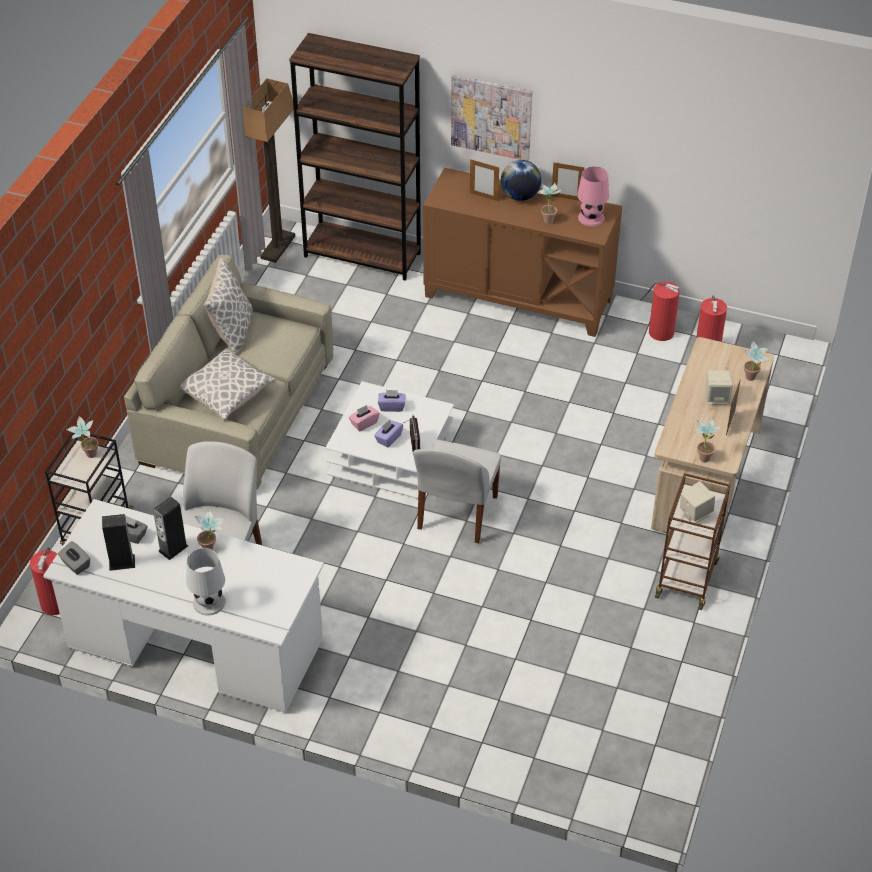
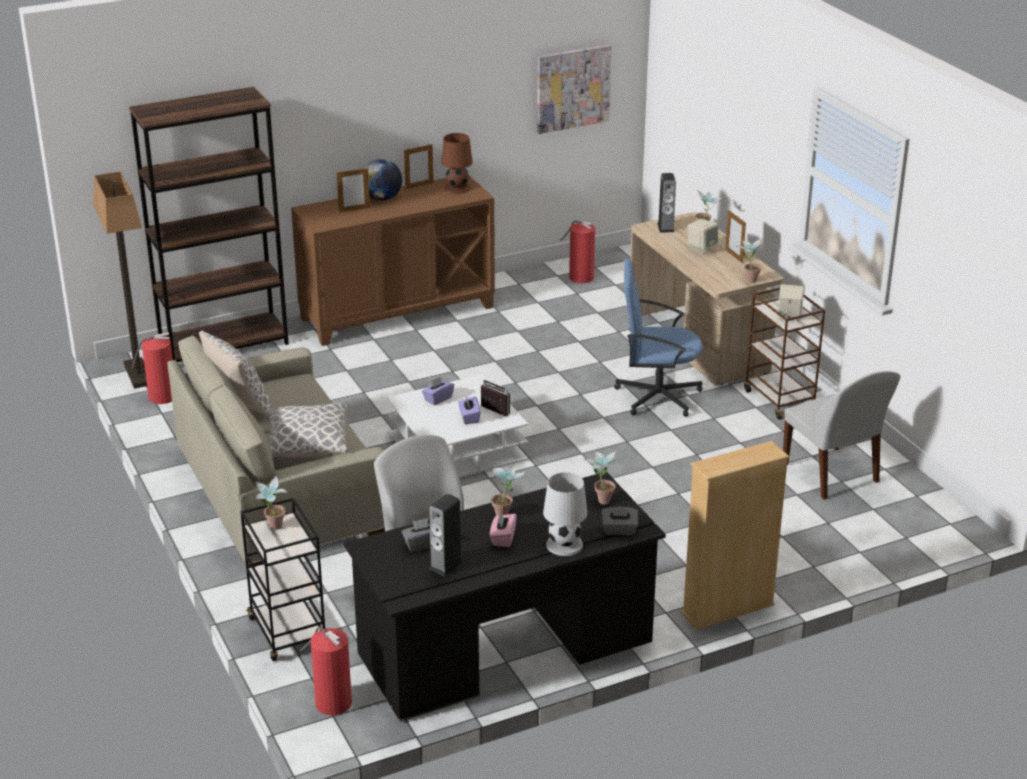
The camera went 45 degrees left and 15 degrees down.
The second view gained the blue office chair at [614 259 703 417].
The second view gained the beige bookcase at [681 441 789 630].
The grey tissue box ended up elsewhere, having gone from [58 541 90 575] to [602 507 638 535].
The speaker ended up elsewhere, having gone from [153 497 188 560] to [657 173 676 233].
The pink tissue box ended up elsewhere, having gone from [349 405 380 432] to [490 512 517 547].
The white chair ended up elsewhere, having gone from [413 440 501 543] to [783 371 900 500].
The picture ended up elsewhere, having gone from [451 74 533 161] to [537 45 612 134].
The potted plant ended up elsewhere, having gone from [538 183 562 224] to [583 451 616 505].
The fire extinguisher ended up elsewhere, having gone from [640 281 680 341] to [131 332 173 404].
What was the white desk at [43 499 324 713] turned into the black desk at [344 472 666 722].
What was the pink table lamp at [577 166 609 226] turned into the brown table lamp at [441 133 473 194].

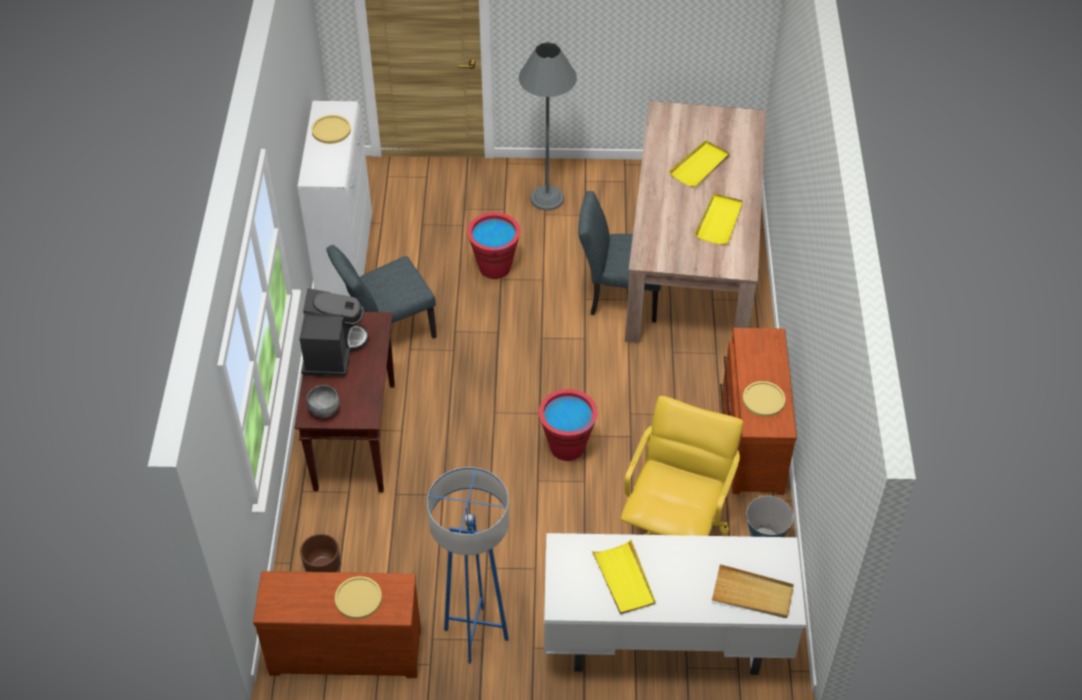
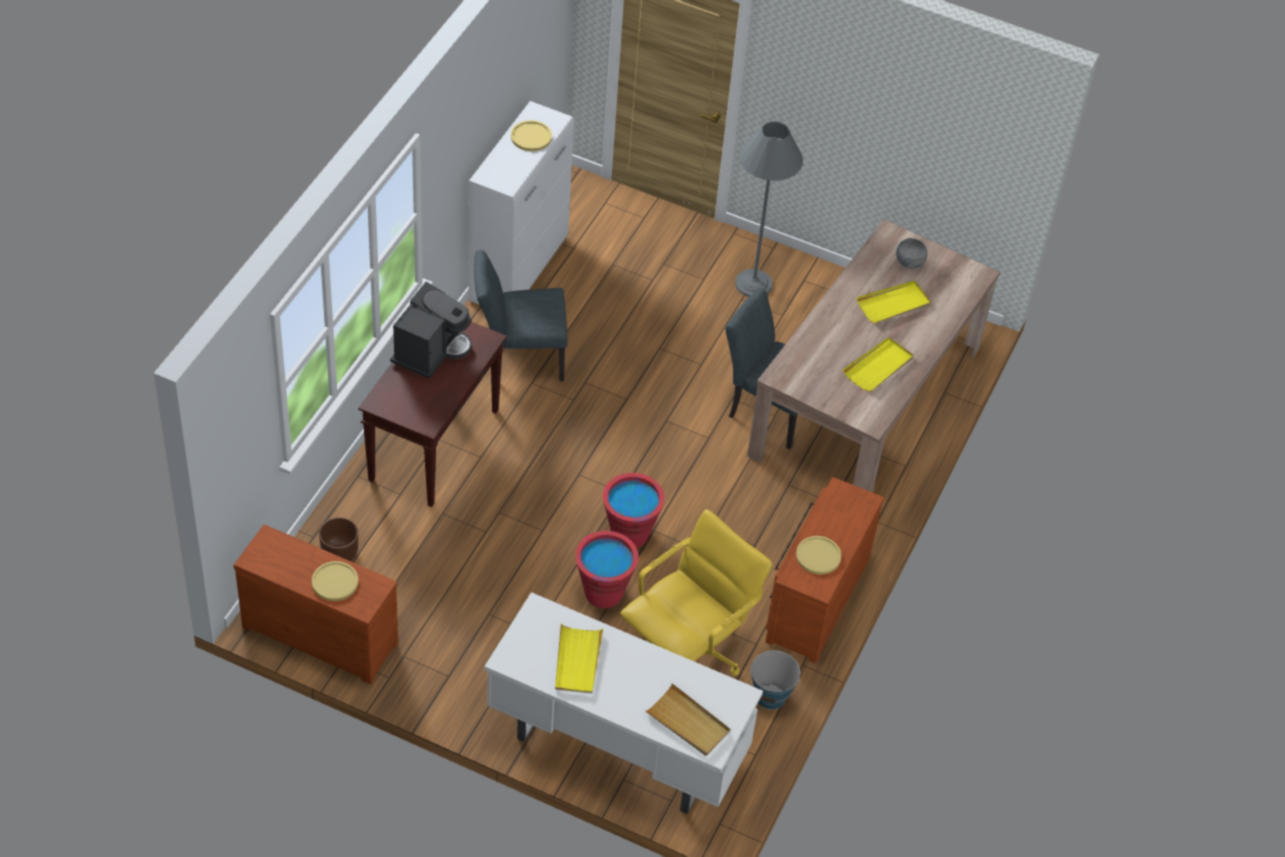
The camera went 20 degrees right and 0 degrees up.
The second view lost the blue floor lamp at [427 467 509 664].
The grey bowl ended up elsewhere, having gone from [306 385 340 418] to [896 238 927 269].
The red bucket ended up elsewhere, having gone from [467 212 520 279] to [575 531 639 608].

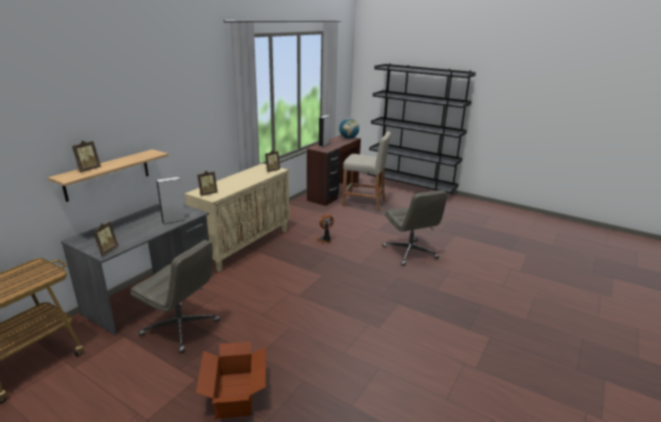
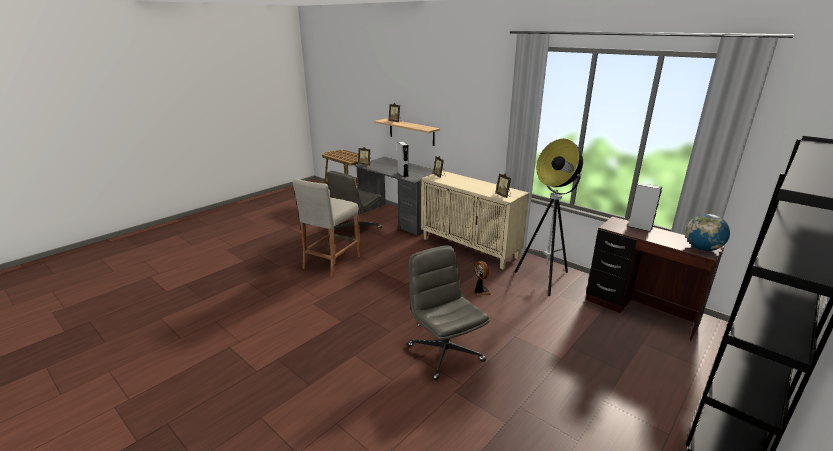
The camera went 100 degrees right and 0 degrees up.
The second view lost the cardboard box at [196 342 266 419].
The second view gained the floor lamp at [515 139 583 296].
The beige stool ended up elsewhere, having gone from [342 131 391 211] to [292 178 361 277].
The grey office chair at [382 190 447 266] ended up facing another way, 75 degrees clockwise from before.

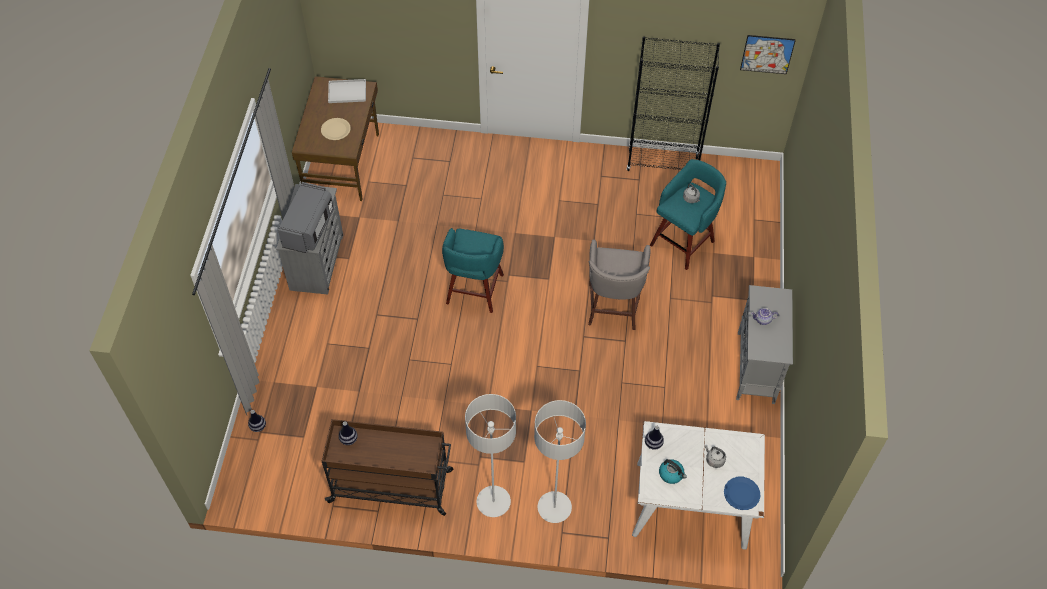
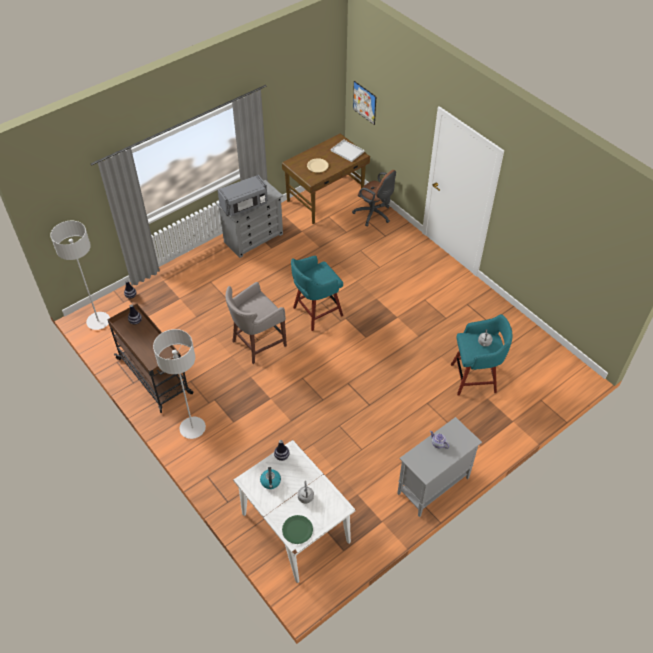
The camera went 45 degrees right and 5 degrees down.
The second view lost the black bookcase at [627 37 720 171].
The second view gained the brown office chair at [352 170 396 226].
The grey floor lamp ended up elsewhere, having gone from [534 400 586 523] to [50 221 110 330].
The grey stool ended up elsewhere, having gone from [588 239 651 330] to [225 282 287 364].
The picture ended up elsewhere, having gone from [740 35 796 74] to [353 81 376 125].
What was the blue plate at [724 477 761 510] turned into the green plate at [282 515 313 544].

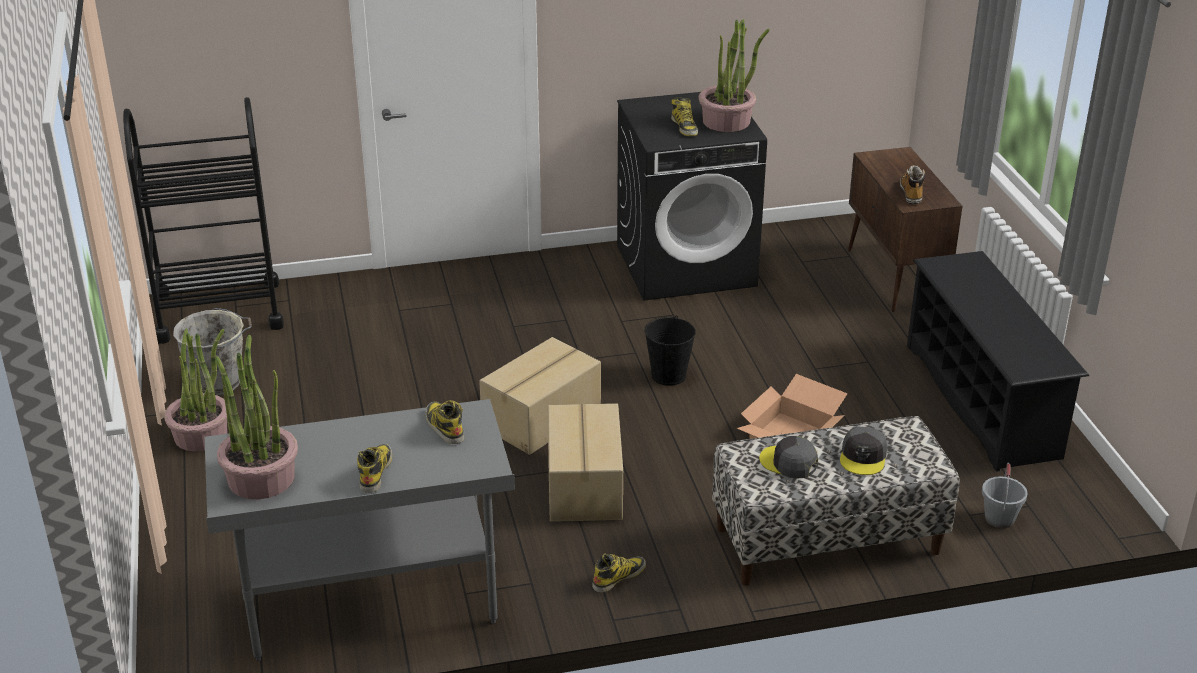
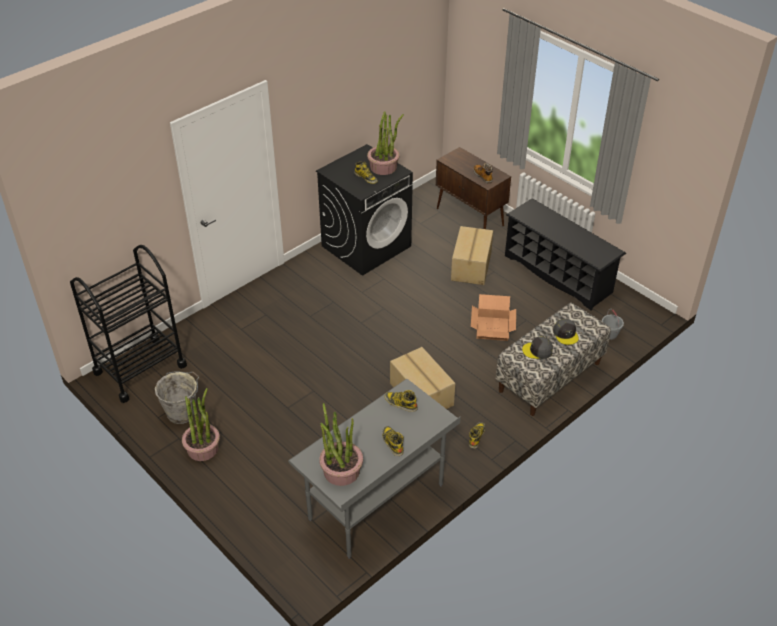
The camera went 30 degrees left and 10 degrees up.
The second view lost the black bucket at [644 315 696 386].
The cardboard box ended up elsewhere, having gone from [479 337 601 455] to [451 226 493 285].

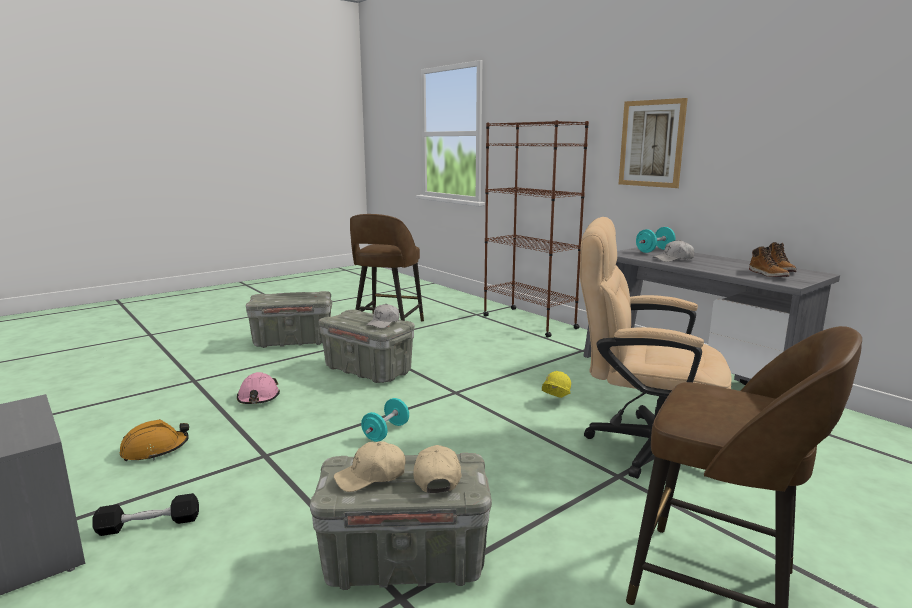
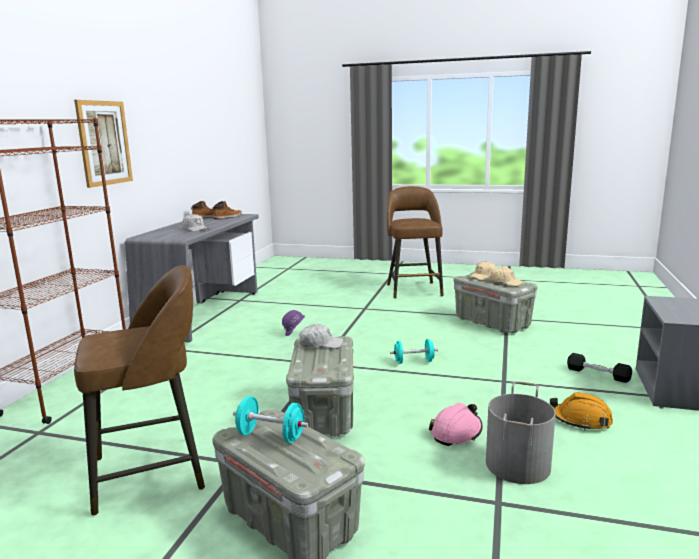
The camera went 125 degrees left and 0 degrees up.
The second view lost the beige office chair at [580 217 732 479].
The second view gained the grey bucket at [486 381 556 484].
The turquoise dumbbell ended up elsewhere, having gone from [636 227 675 253] to [233 396 308 443].
What was the yellow hard hat at [542 371 571 398] turned into the purple hard hat at [282 310 305 336].

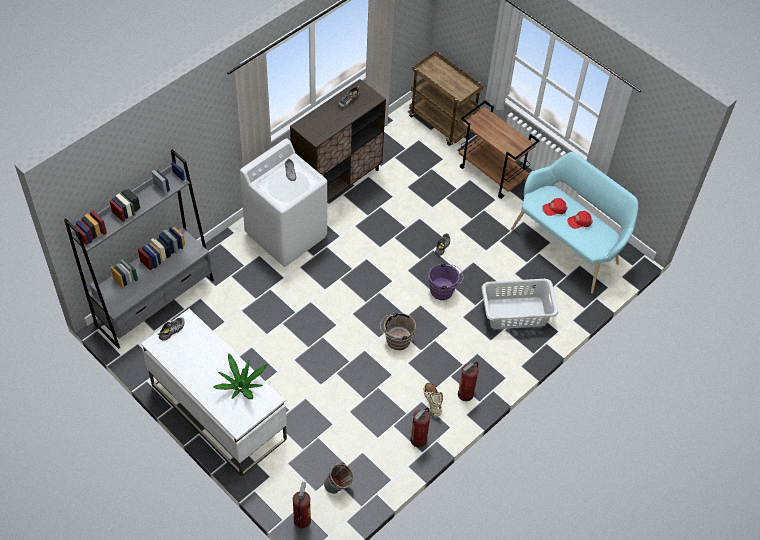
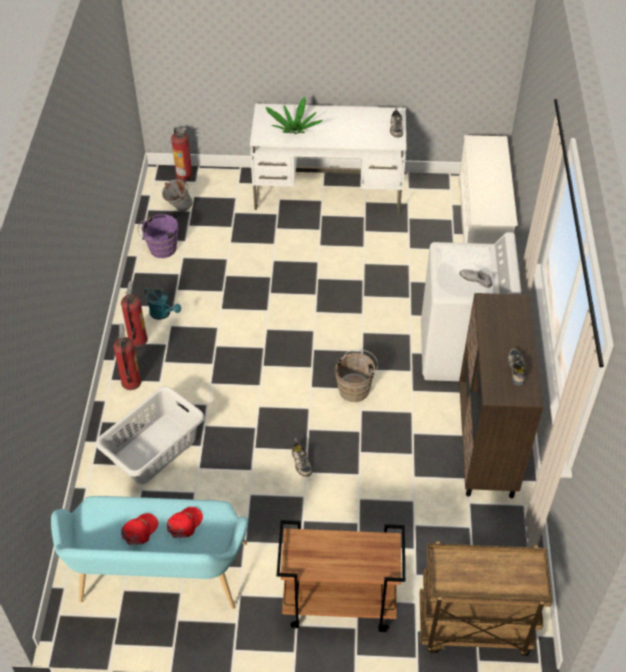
The camera went 140 degrees right and 5 degrees down.
The brown bucket ended up elsewhere, having gone from [380 312 416 350] to [335 349 378 402].
The fire extinguisher ended up elsewhere, having gone from [410 407 430 447] to [113 324 141 390].
The purple bucket ended up elsewhere, having gone from [428 262 463 300] to [138 214 178 258].
Where the grey bookcase stood at [64 149 214 349], the white shoe rack came to stand at [458 135 518 244].
Where the beige boot stood at [424 383 443 417], the turquoise watering can came to stand at [144 287 181 320].

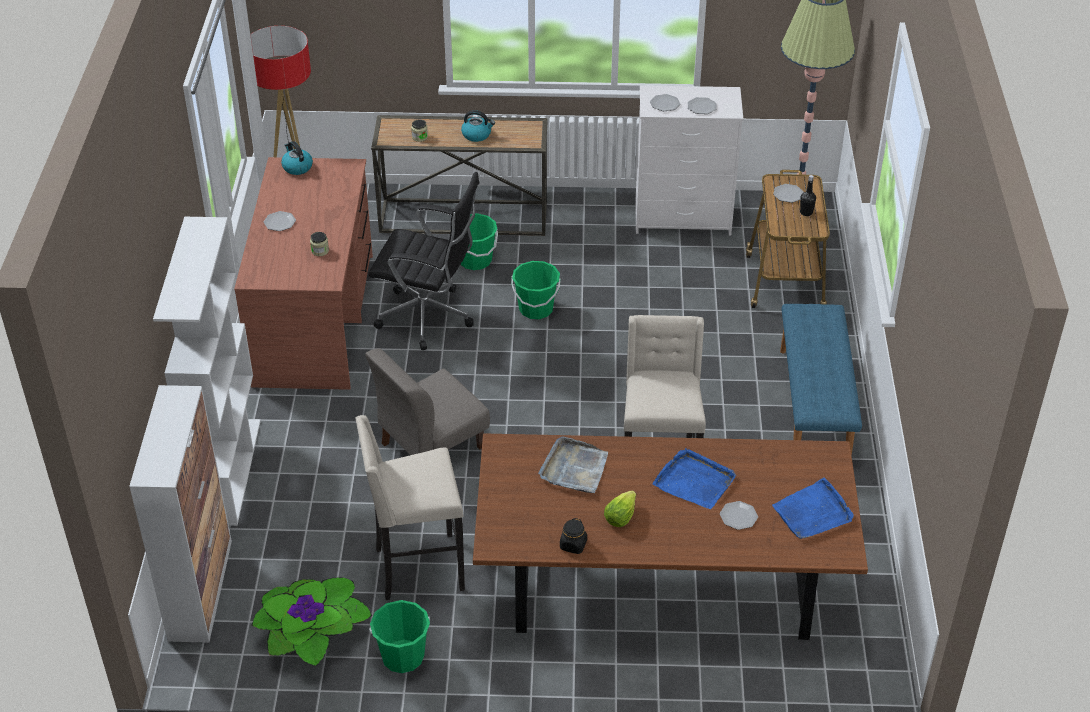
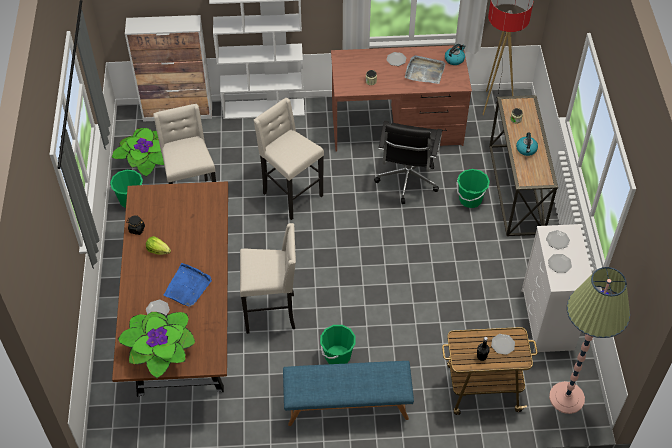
The camera went 85 degrees right and 10 degrees up.
The green bucket ended up elsewhere, having gone from [511 261 561 319] to [320 325 356 364].
The grey tray ended up elsewhere, having gone from [538 436 608 493] to [405 55 446 84].
Where the grey chair stood at [365 348 490 455], the beige stool came to stand at [254 98 324 220].
Where the blue tray stood at [772 478 854 539], the potted plant came to stand at [118 312 195 379].

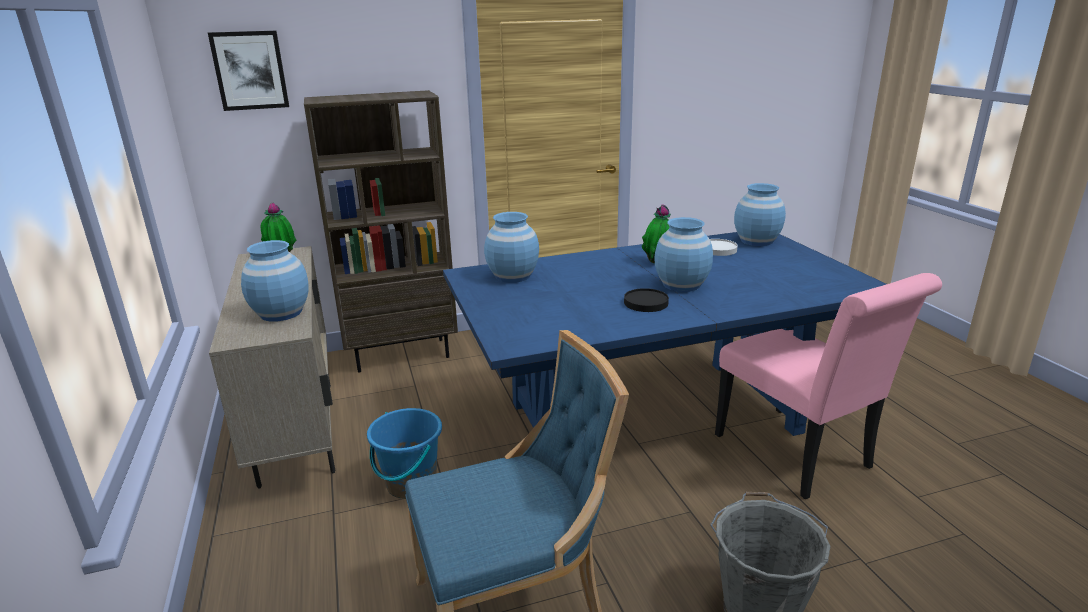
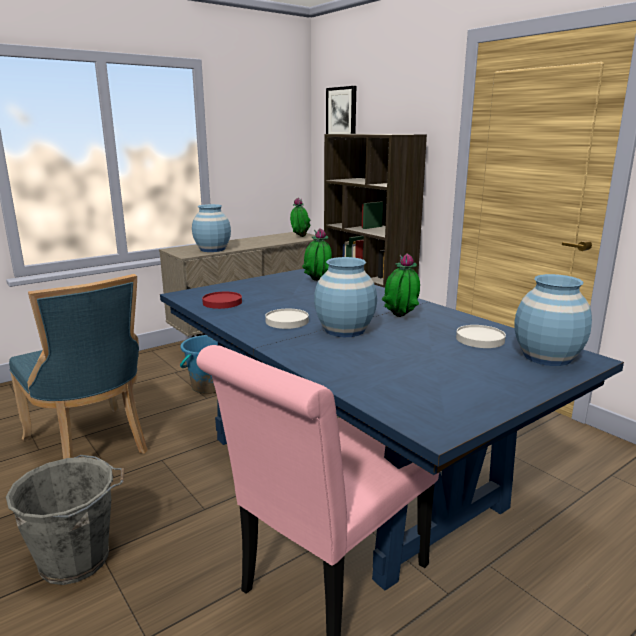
The camera went 70 degrees right and 5 degrees down.
The second view gained the red plate at [202 292 242 309].
Where the blue vase stood at [484 212 539 283], the potted plant came to stand at [302 228 332 281].
What was the black plate at [624 288 669 312] turned into the white plate at [265 309 309 329].

